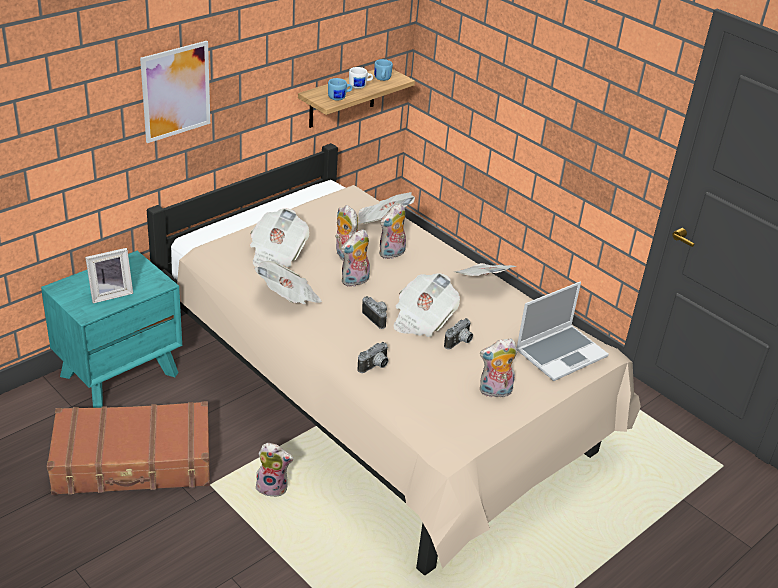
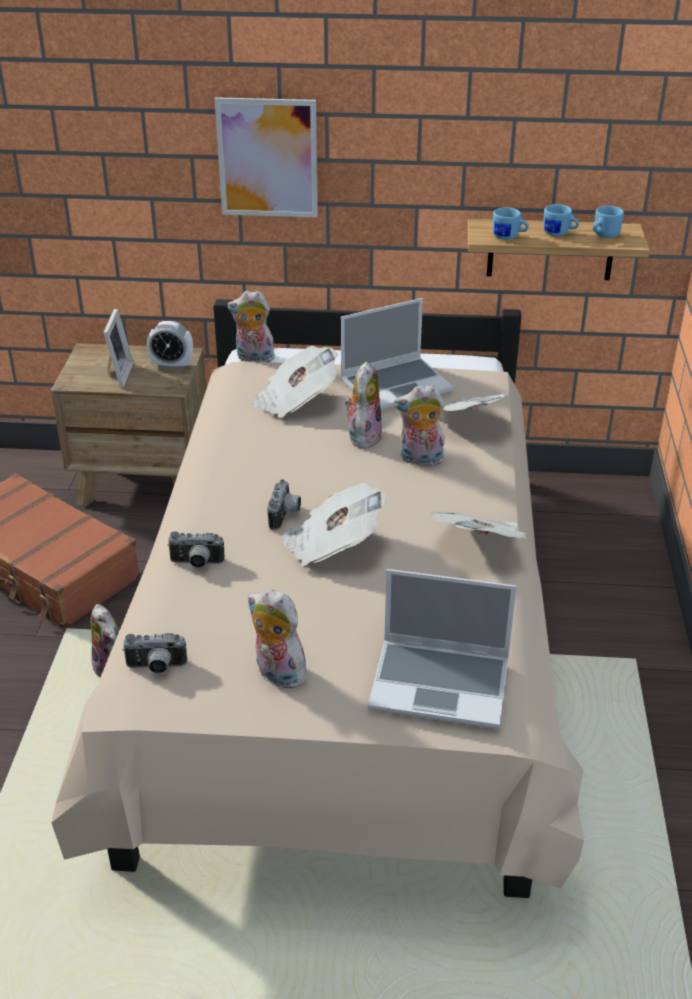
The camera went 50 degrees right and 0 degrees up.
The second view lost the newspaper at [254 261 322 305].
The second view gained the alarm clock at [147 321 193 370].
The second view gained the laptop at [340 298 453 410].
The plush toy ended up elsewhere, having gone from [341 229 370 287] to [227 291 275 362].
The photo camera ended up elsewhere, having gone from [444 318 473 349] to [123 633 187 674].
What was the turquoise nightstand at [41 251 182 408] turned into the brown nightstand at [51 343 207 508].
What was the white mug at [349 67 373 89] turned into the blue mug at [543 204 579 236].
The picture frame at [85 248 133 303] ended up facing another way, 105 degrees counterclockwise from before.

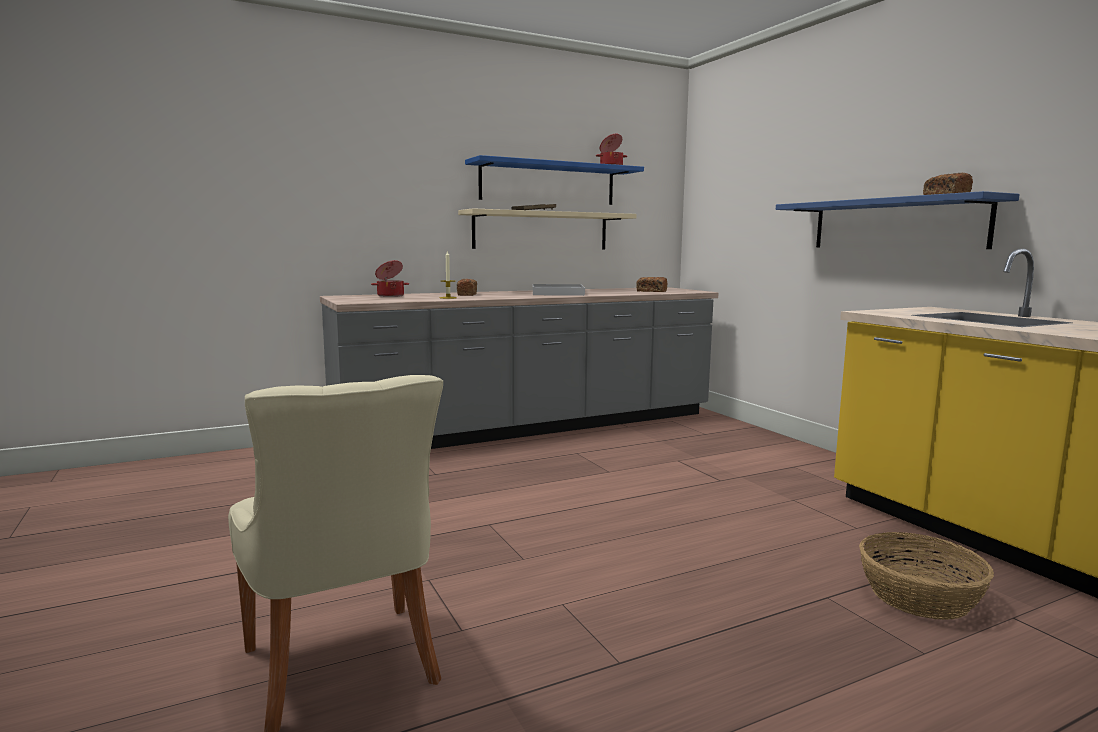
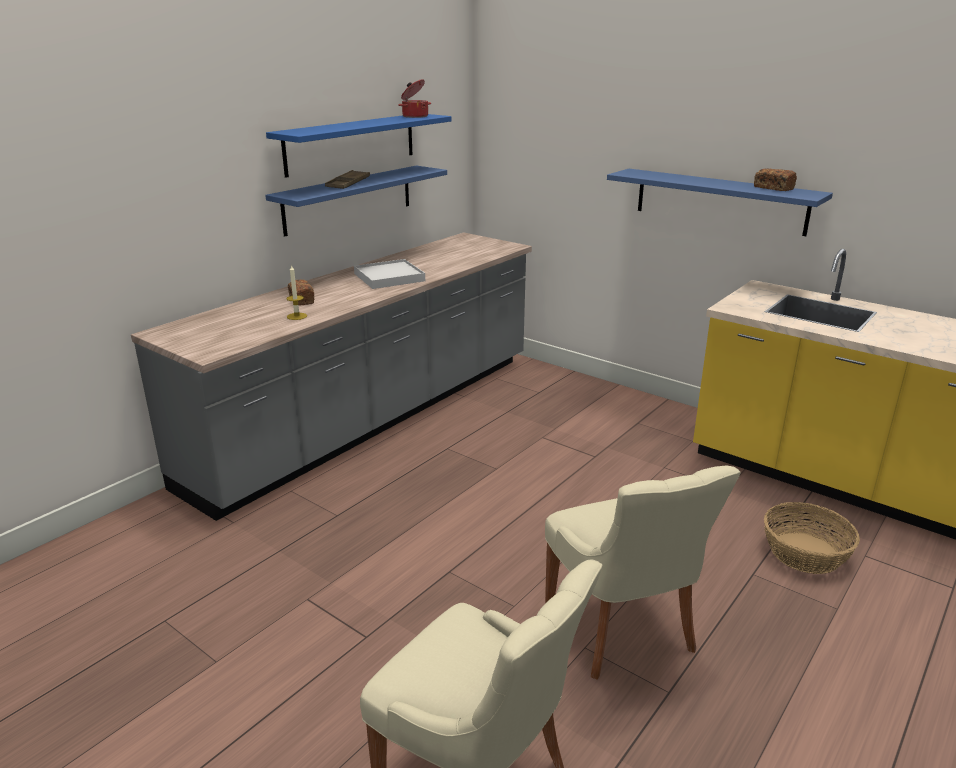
The camera went 25 degrees left and 15 degrees up.
The second view lost the cooking pot at [371 260 409 297].
The second view lost the bread at [637 277 667 292].
The second view gained the beige chair at [545 465 741 680].
What was the beige shelf at [458 208 637 249] turned into the blue shelf at [265 165 447 237].

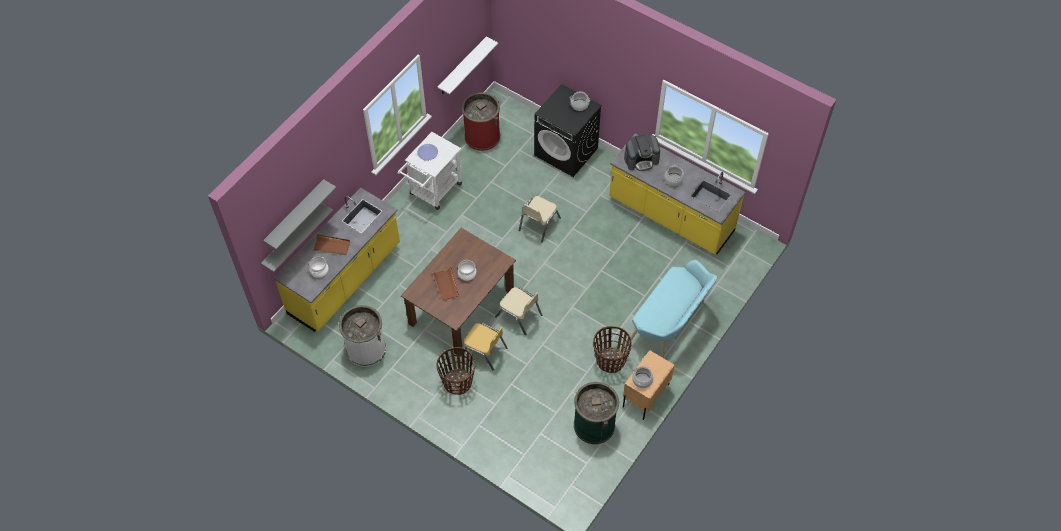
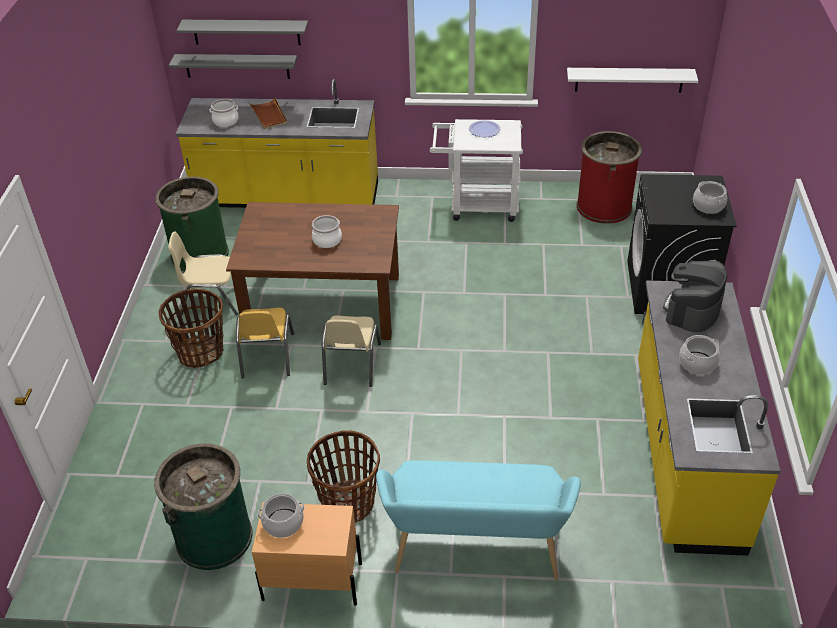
The camera went 60 degrees right and 15 degrees down.
The second view lost the brown tray at [433 267 459 301].
The beige chair ended up elsewhere, having gone from [519 196 561 242] to [168 231 238 315].
What was the white trash can at [339 305 386 367] turned into the green trash can at [155 176 229 271].
The coffee machine at [624 134 660 171] ended up facing another way, 75 degrees clockwise from before.

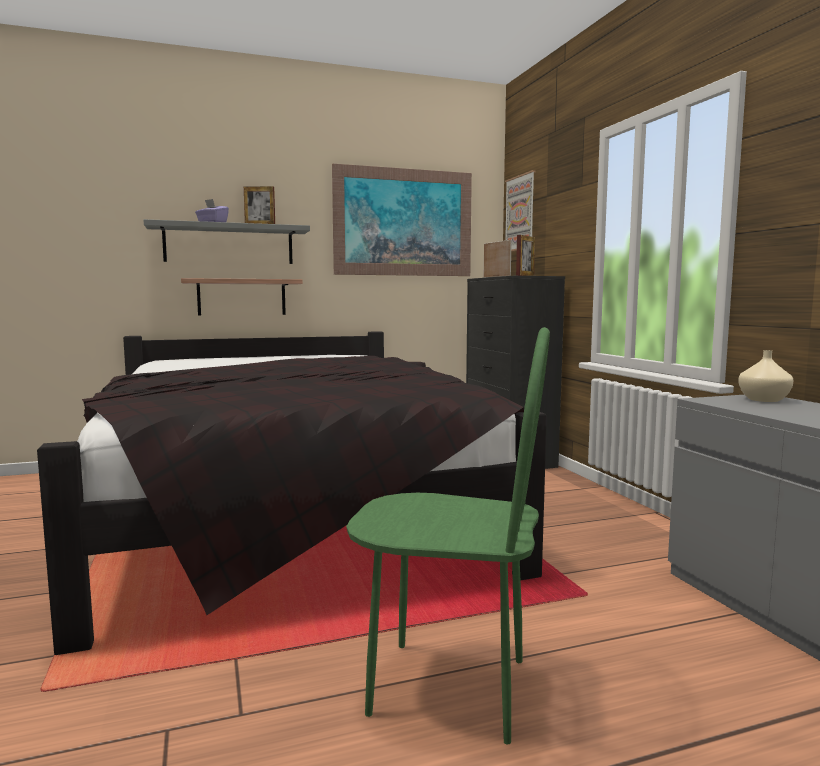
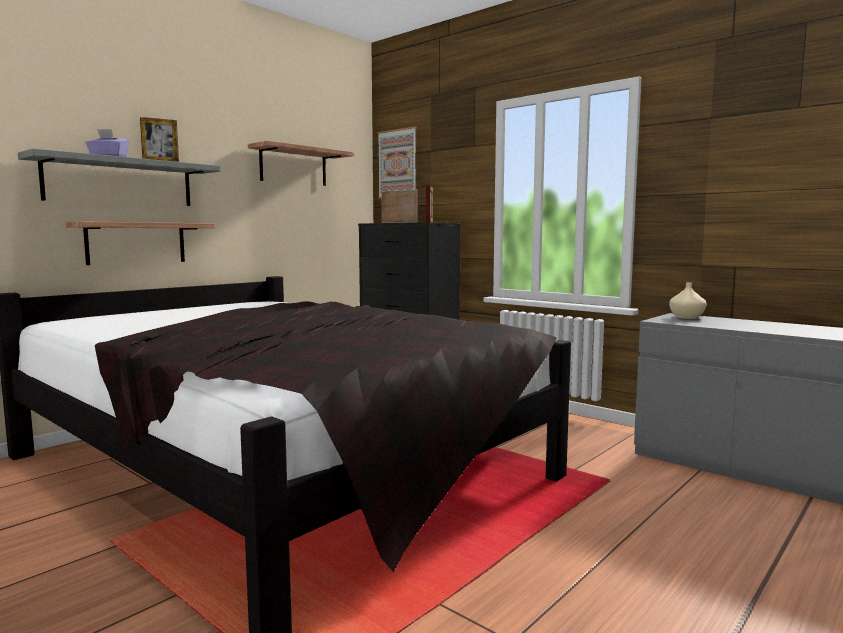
The camera went 30 degrees left and 0 degrees up.
The second view lost the green chair at [346 327 550 744].
Where the picture hung at [332 164 472 276], the shelf came to hang at [248 141 354 186].

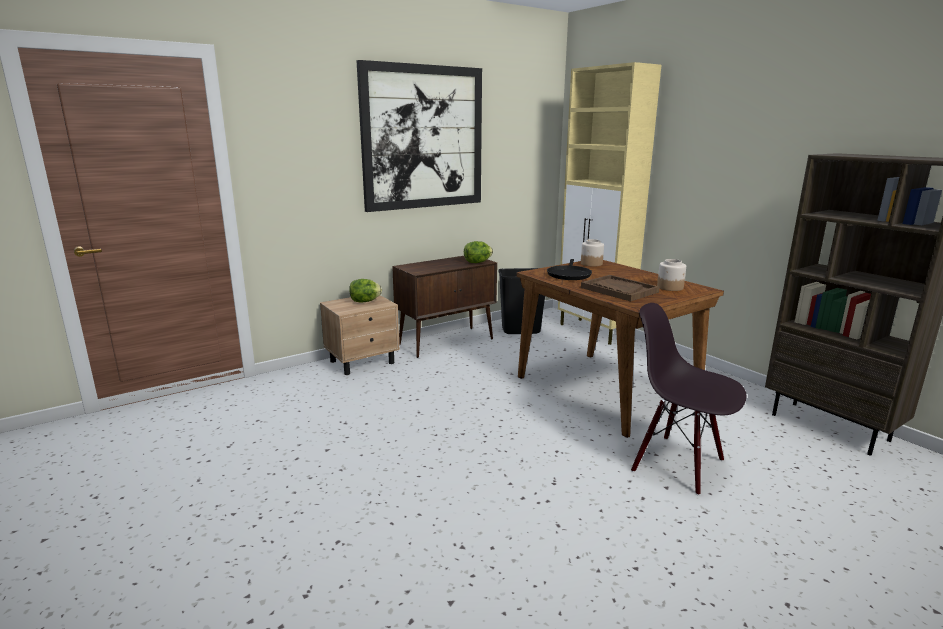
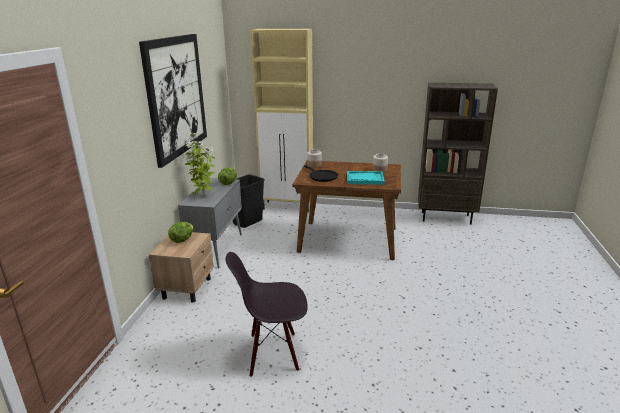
The camera went 45 degrees left and 5 degrees up.
The second view gained the potted plant at [185 133 215 196].
The black chair ended up elsewhere, having gone from [631 303 746 496] to [225 252 308 377].
What was the brown cabinet at [392 256 497 358] turned into the grey cabinet at [178 178 242 268].
What was the brown tray at [581 275 659 302] turned into the turquoise tray at [347 171 384 185].

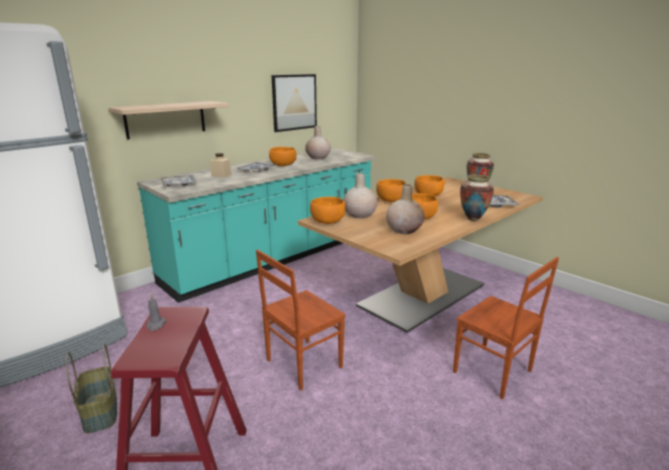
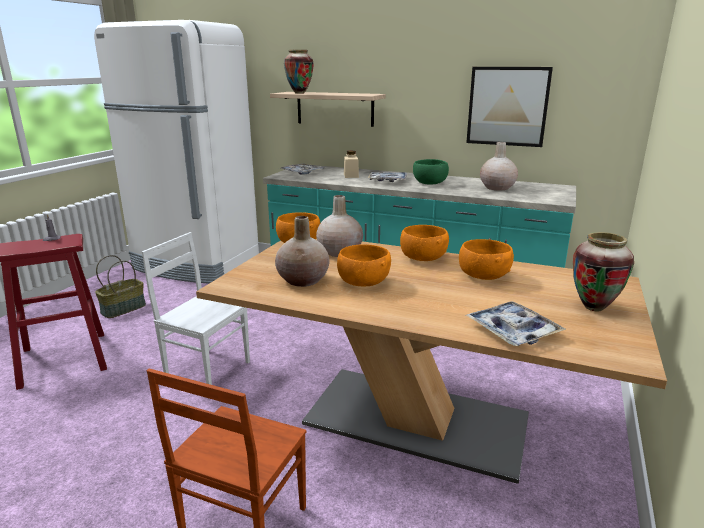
The camera went 65 degrees right and 0 degrees up.
The vase ended up elsewhere, having gone from [460 174 494 221] to [284 50 314 94].
What was the brown chair at [256 249 346 391] turned into the white chair at [142 232 250 385].
What was the orange bowl at [269 147 297 166] turned into the green bowl at [413 159 449 184].

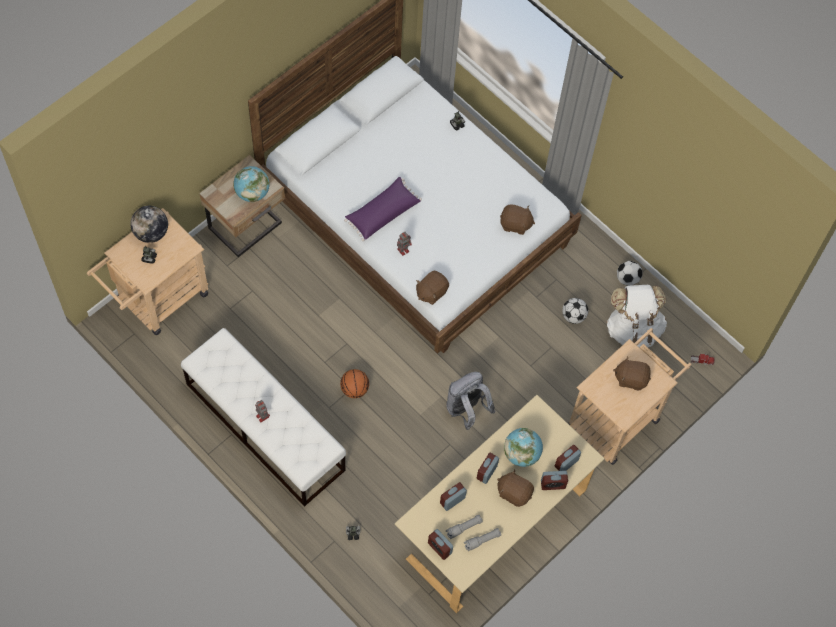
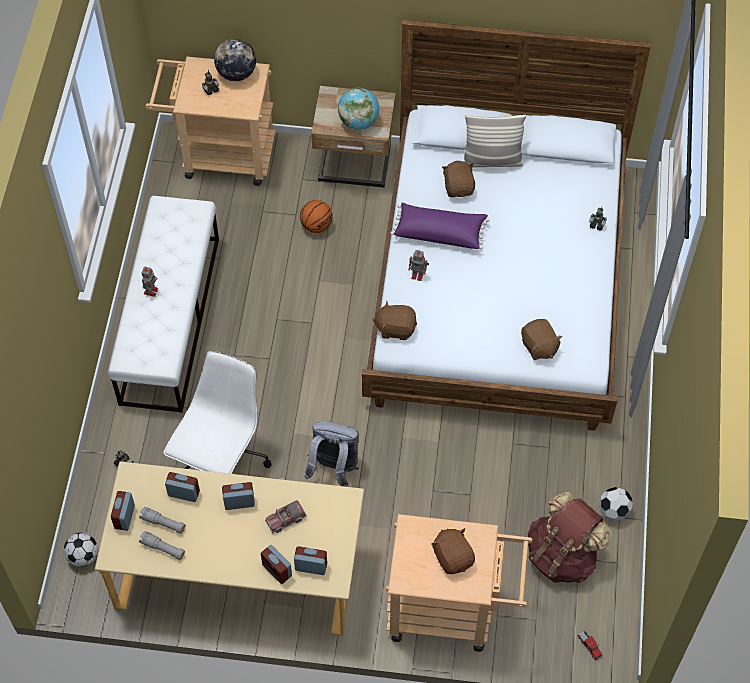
The camera went 55 degrees right and 5 degrees down.
The second view gained the white office chair at [163 351 272 474].
The second view gained the pillow at [464 115 526 168].
The basketball ended up elsewhere, having gone from [340 369 369 398] to [300 200 333 233].
The brown plush toy ended up elsewhere, having gone from [497 469 534 507] to [442 161 475 197].
The football ended up elsewhere, having gone from [562 298 588 324] to [64 533 98 567].
Where the globe stood at [504 428 543 467], the toy truck came to stand at [265 500 307 534].
What was the white backpack at [606 285 667 348] turned into the brown backpack at [528 492 612 583].

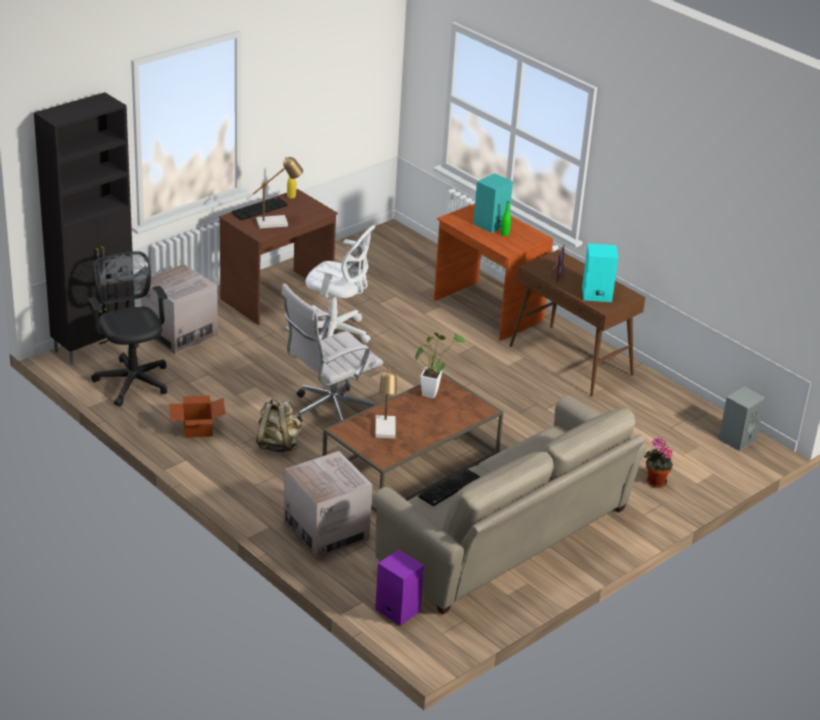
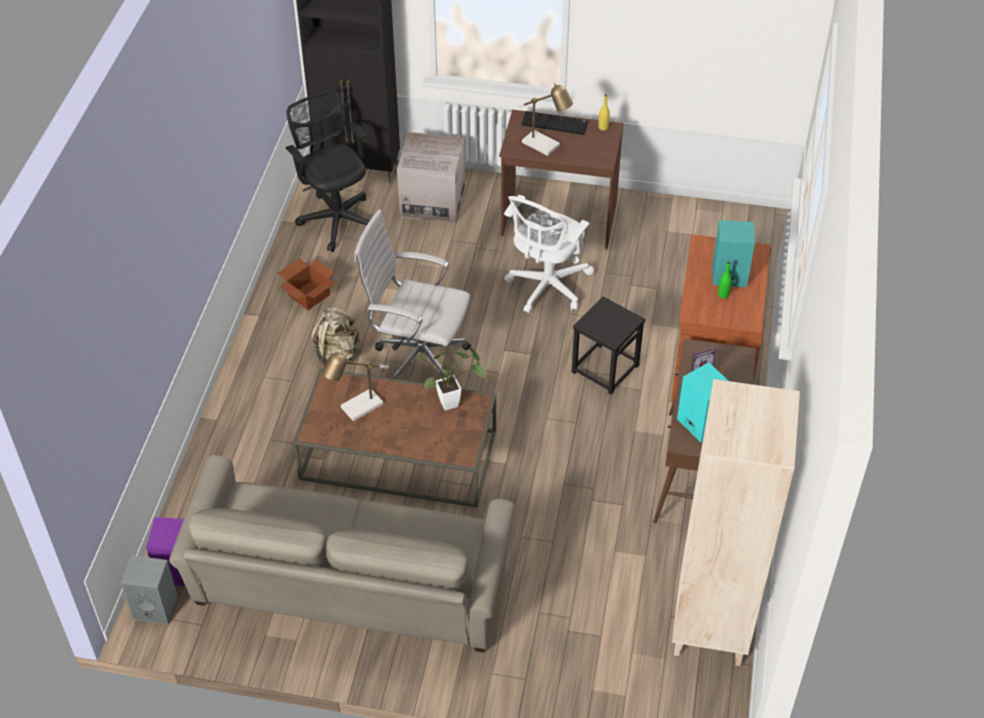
The camera went 55 degrees right and 15 degrees up.
The second view lost the cardboard box at [284 451 372 560].
The second view lost the keyboard at [419 468 480 506].
The second view lost the potted plant at [644 437 673 488].
The second view gained the black stool at [572 296 645 395].
The second view gained the beige bookcase at [672 379 800 666].
The grey speaker ended up elsewhere, having gone from [719 386 765 451] to [121 555 178 624].
The black office chair at [88 251 167 407] ended up facing another way, 60 degrees counterclockwise from before.
The white office chair at [306 225 376 343] ended up facing another way, 45 degrees clockwise from before.

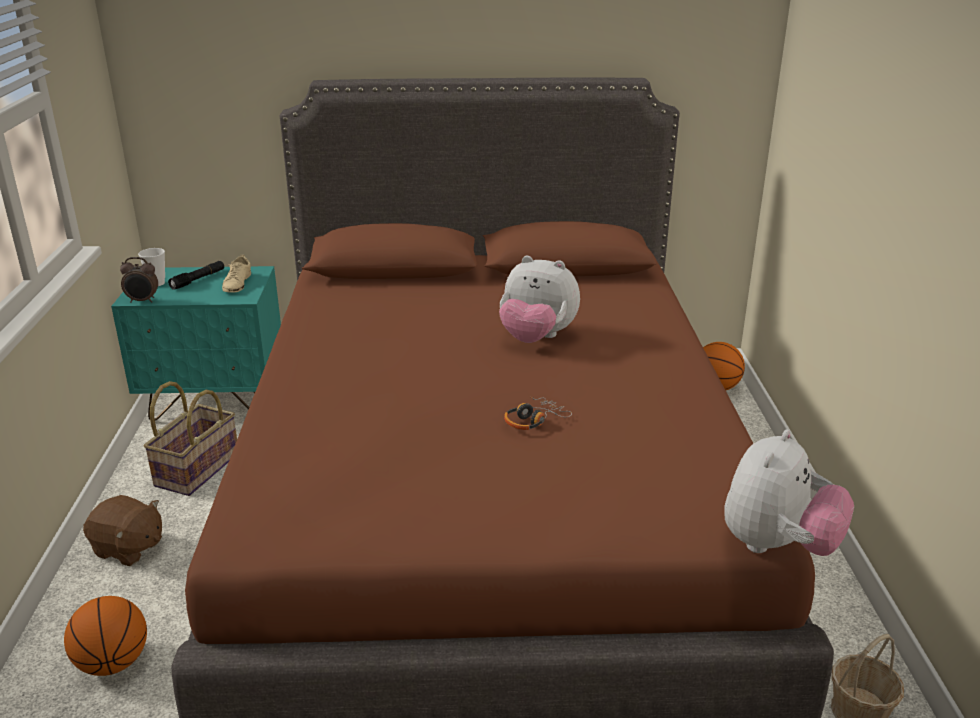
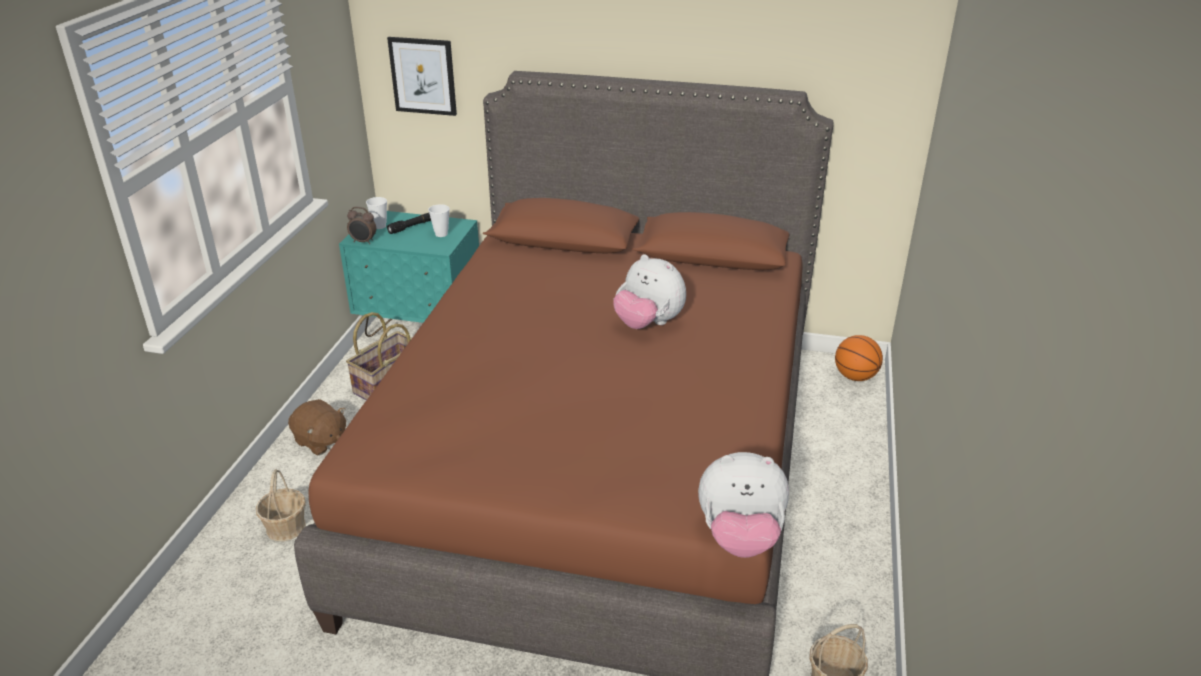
The camera went 15 degrees right and 5 degrees up.
The second view lost the headphones at [504 396 572 430].
The second view gained the picture at [387 37 457 116].
Where the basketball stood at [64 596 147 676], the basket came to stand at [256 469 306 541].
Where the beige shoe stood at [222 255 251 293], the cup came to stand at [428 204 450 237].
The plush toy at [725 429 854 556] ended up facing another way, 45 degrees clockwise from before.

